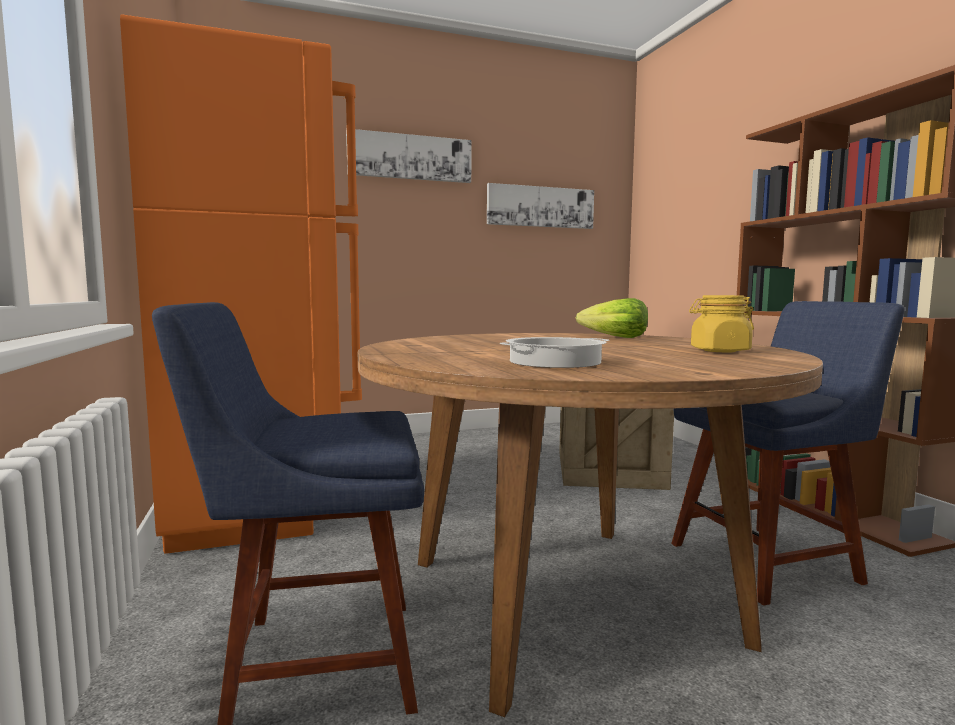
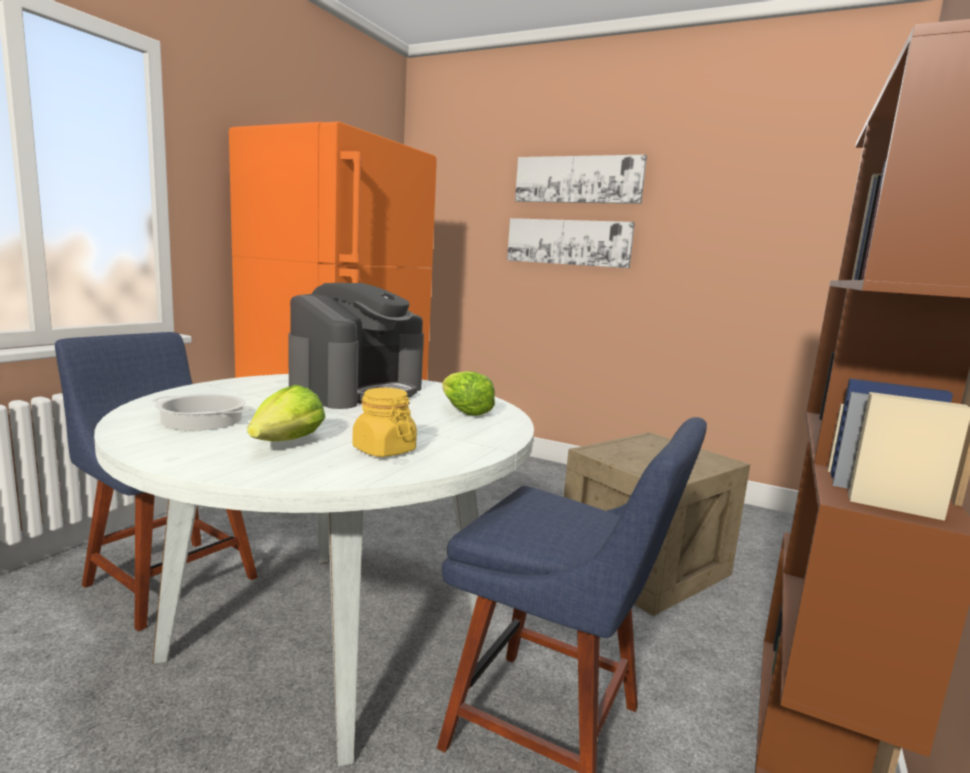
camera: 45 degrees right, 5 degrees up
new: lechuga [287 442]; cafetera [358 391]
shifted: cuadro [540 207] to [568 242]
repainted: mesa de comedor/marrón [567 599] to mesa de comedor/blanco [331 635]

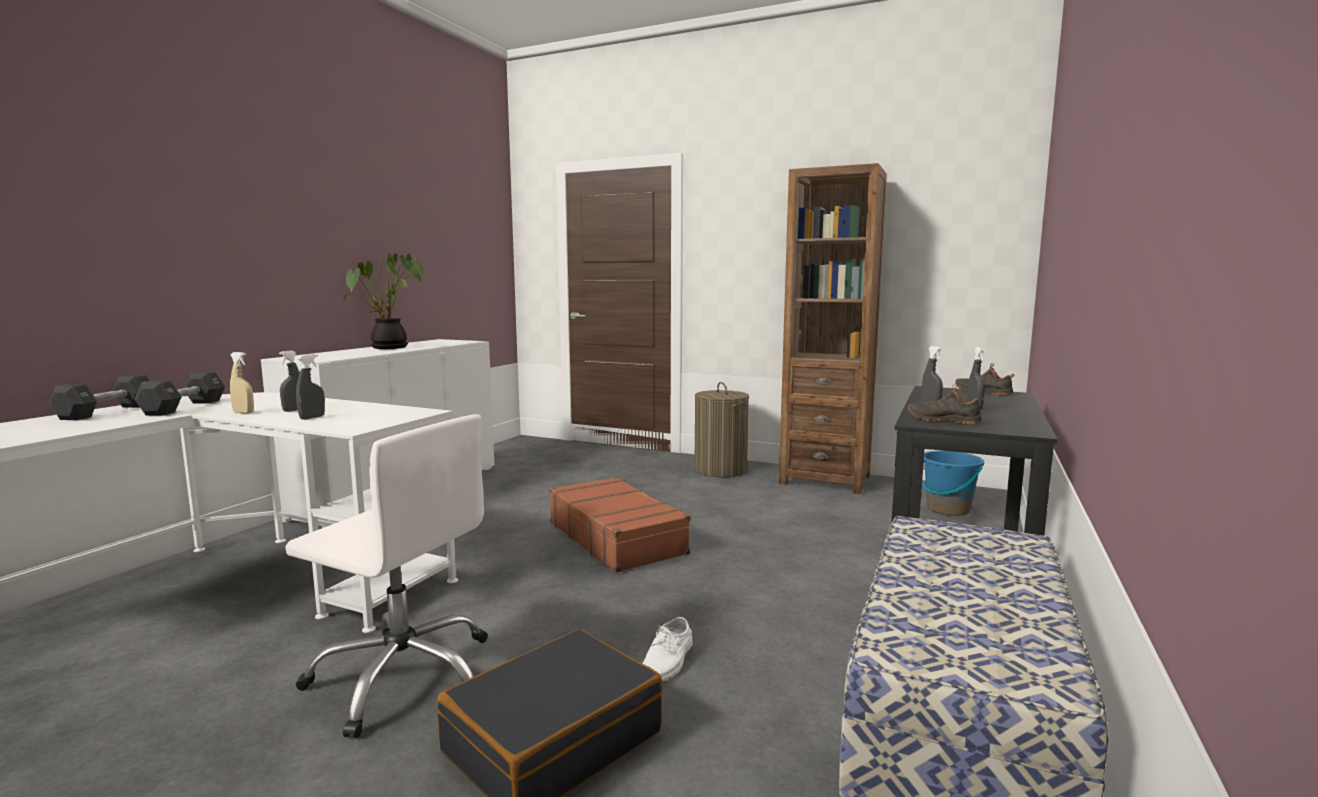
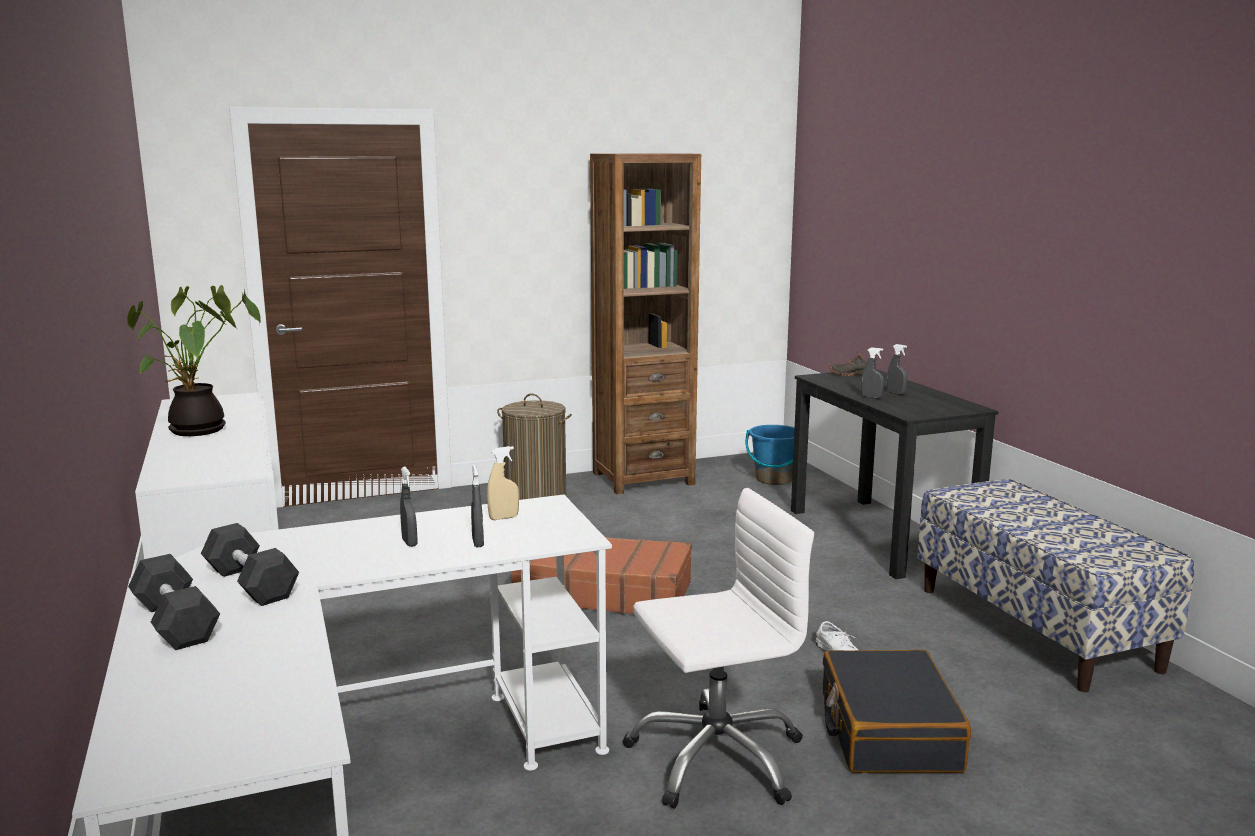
camera: 45 degrees left, 5 degrees up
gone: zapato/negro [943 420]
shifted: pulverizador/beis [243 412] to [503 518]

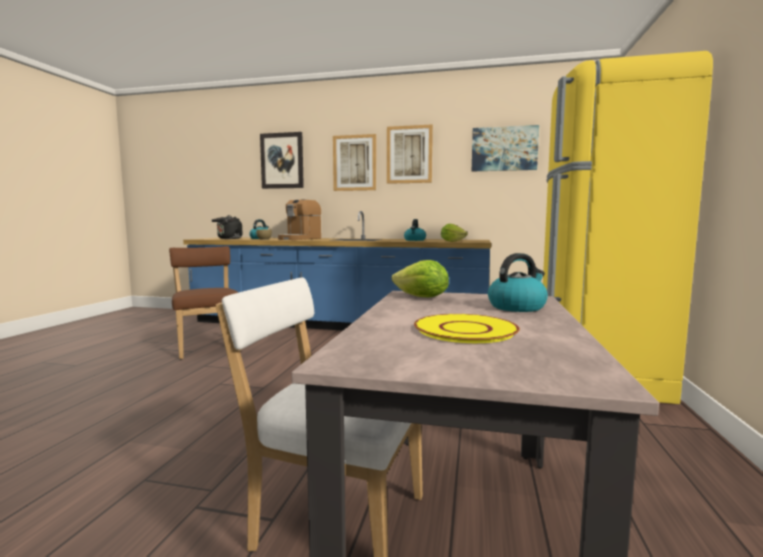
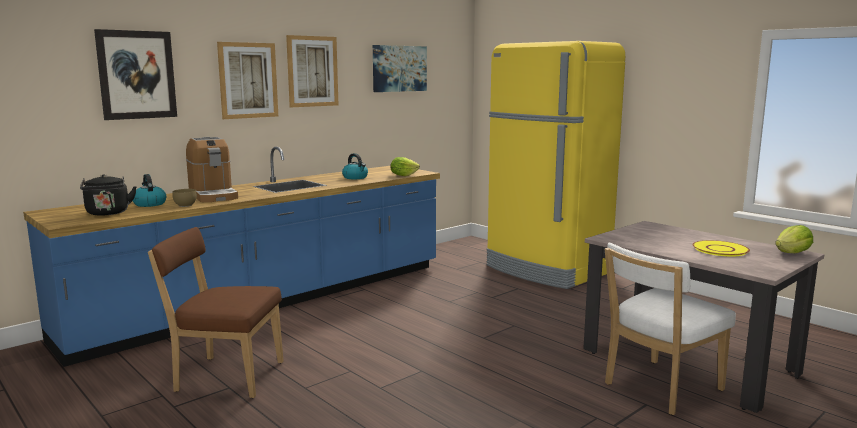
camera: 55 degrees left, 5 degrees up
gone: hervidor [517 307]
shifted: lechuga [422 297] to [793 253]

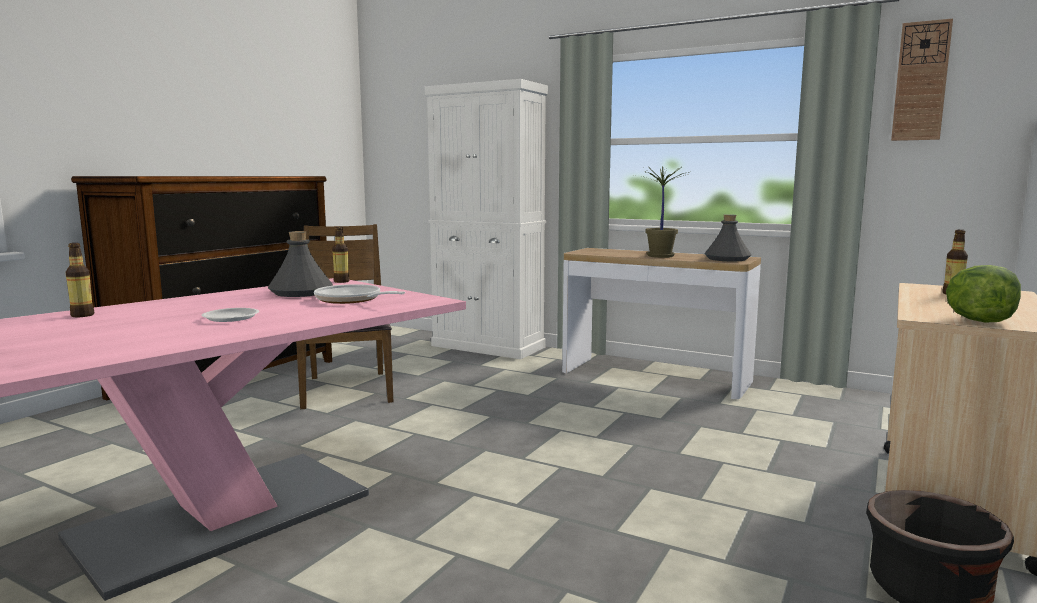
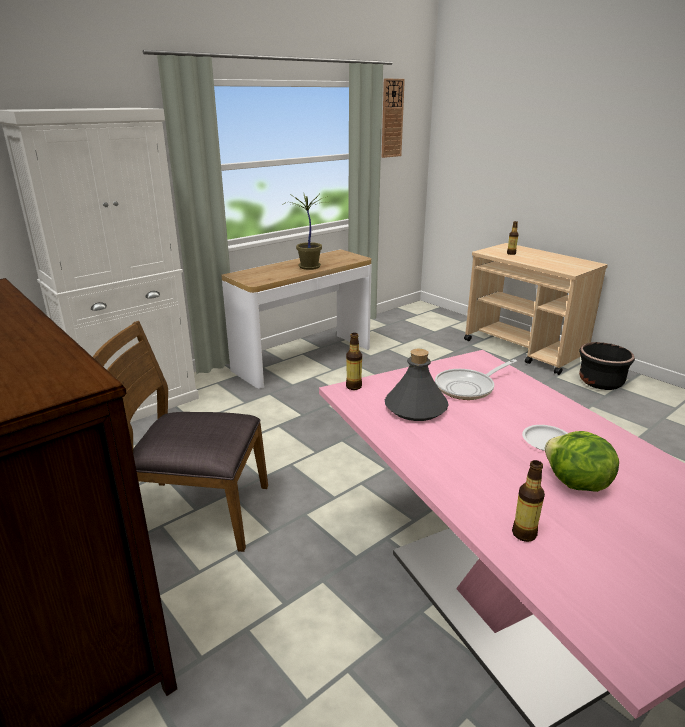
camera: 70 degrees left, 15 degrees up
gone: botella/gris [727 259]
shifted: lechuga [979 321] to [575 483]

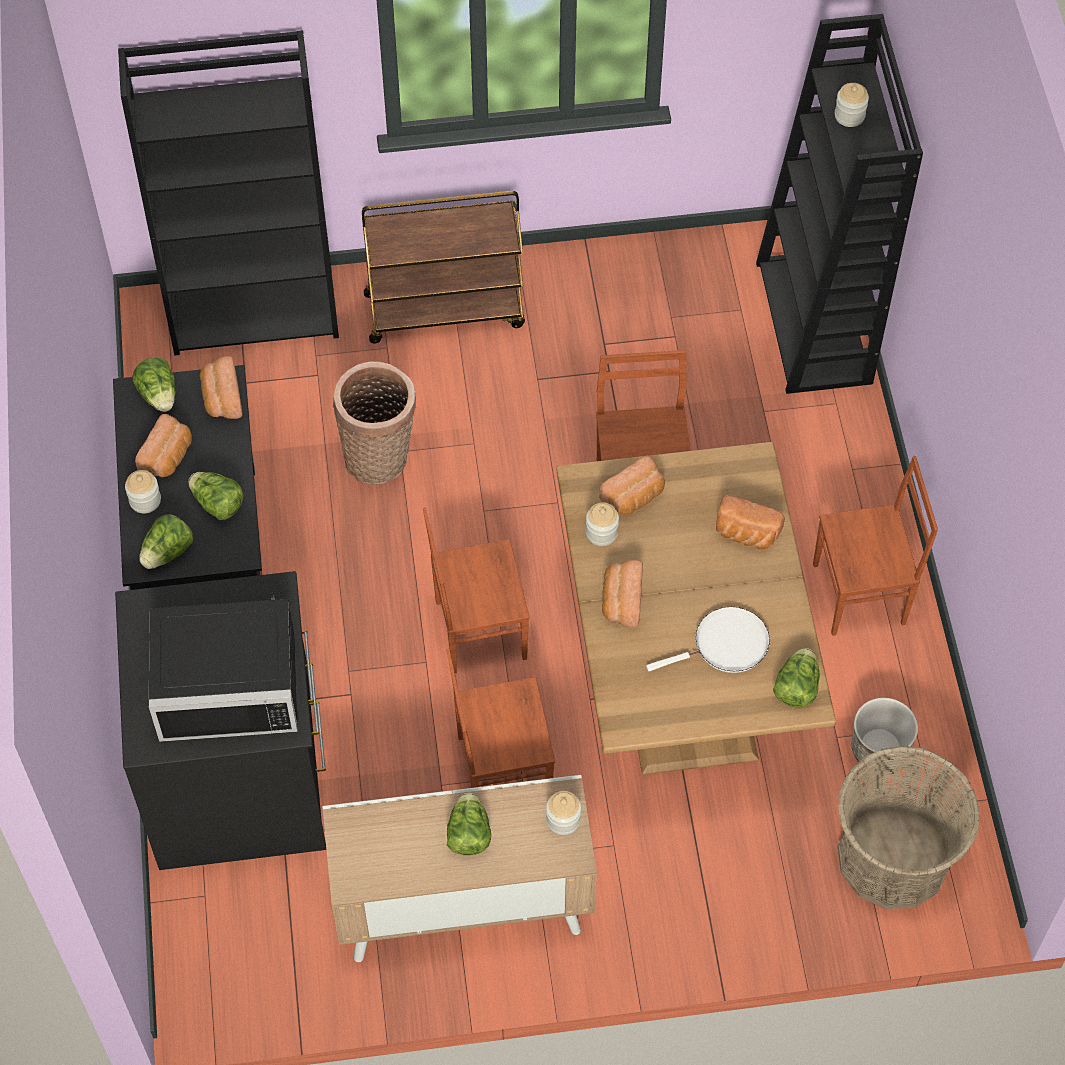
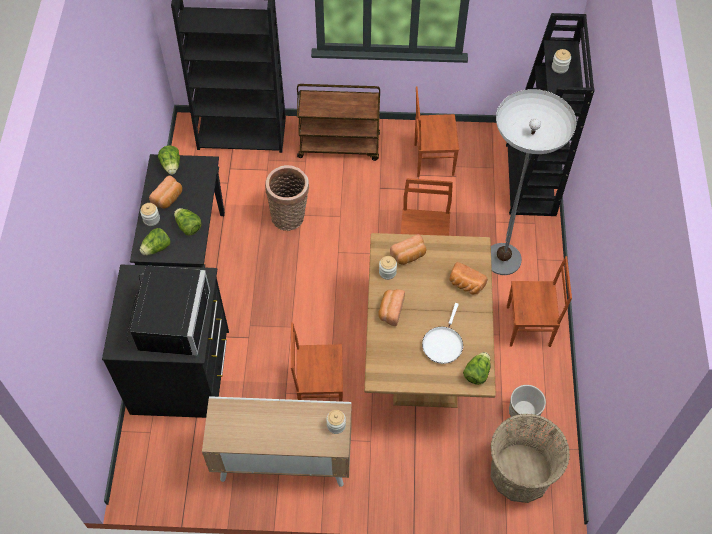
camera: 10 degrees right, 0 degrees up
gone: pan [221 398]; lechuga [468 834]
new: lámpara de pie [502 259]
shifted: silla/marrón [478 629] to [432 159]
rotated: microondas/negro [229 679] = [168 320] 90 degrees counterclockwise; sartén/blanco [726 645] = [443 343] 120 degrees clockwise

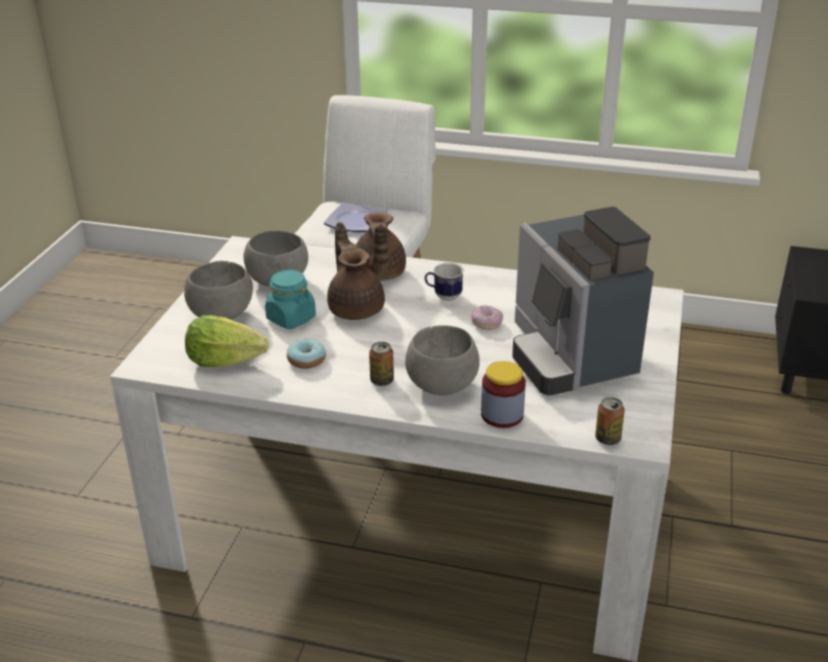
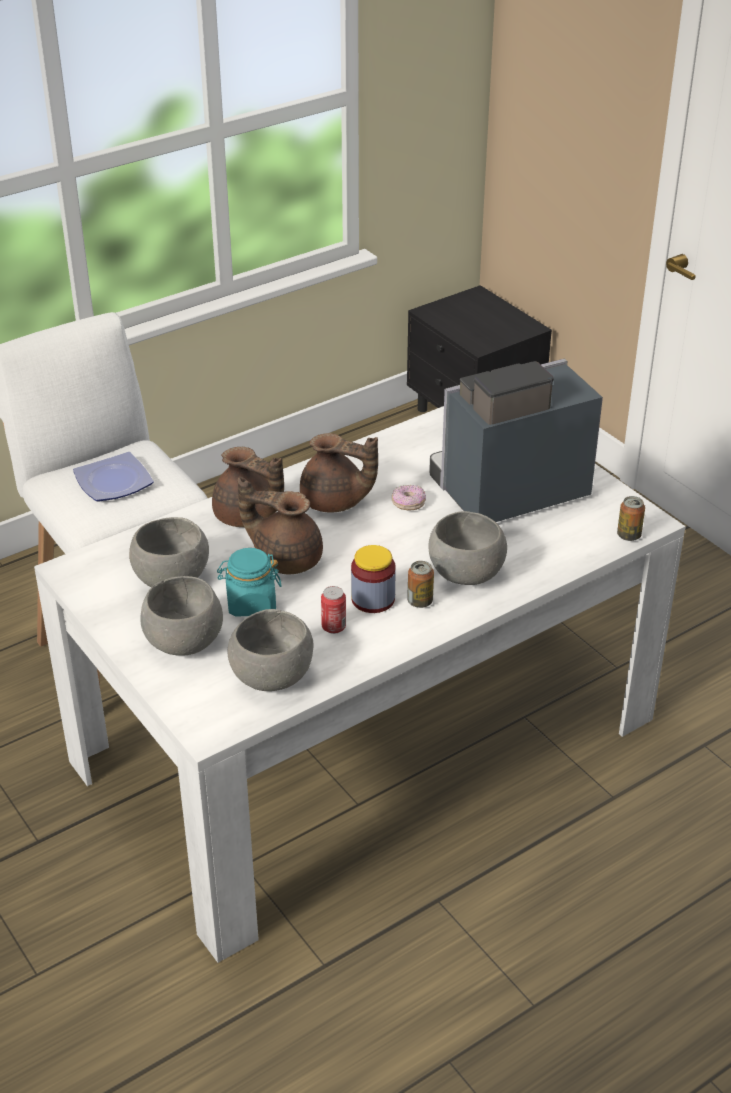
camera: 50 degrees left, 5 degrees up
shifted: tarro [502 415] to [373 599]
swapped: lechuga [224 361] to cuenco/gris [270 676]; rosquilla [306 360] to lata [333 627]; taza grande [443 296] to tetera/marrón [335 502]
rotated: cafetera [569 356] = [505 491] 135 degrees clockwise

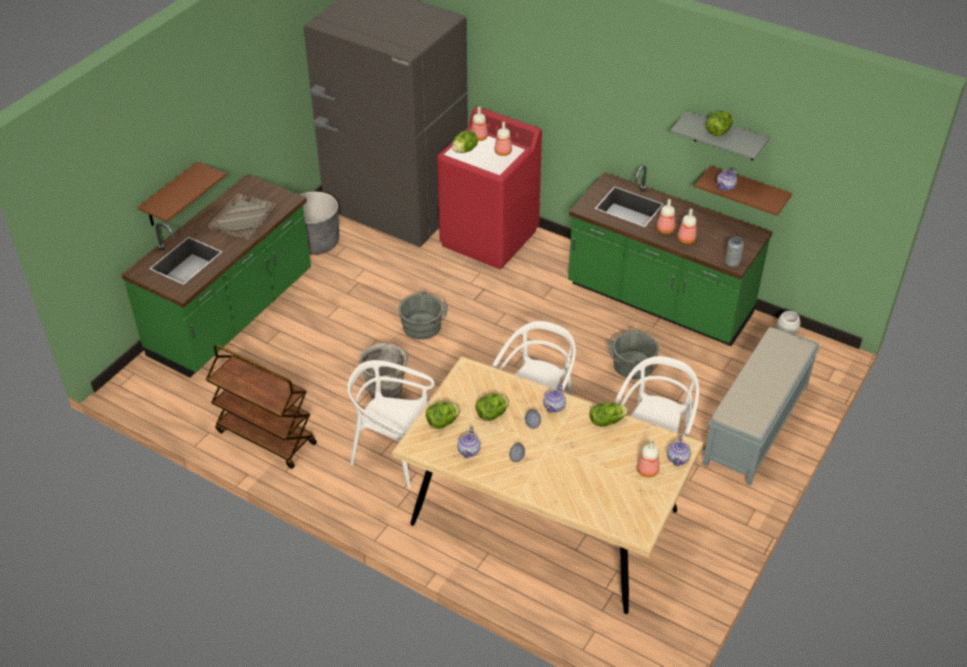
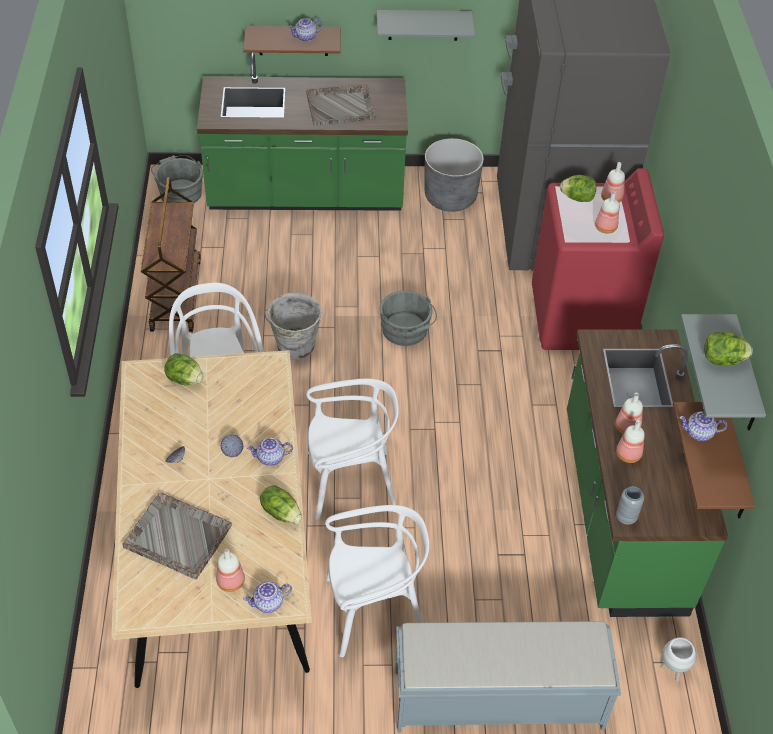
camera: 55 degrees right, 5 degrees up
gone: lechuga [491 414]
new: bandeja/gris [177 536]; estante/gris [423 25]
shifted: tetera [469 450] to [306 37]; cubo/gris [630 365] to [179 192]

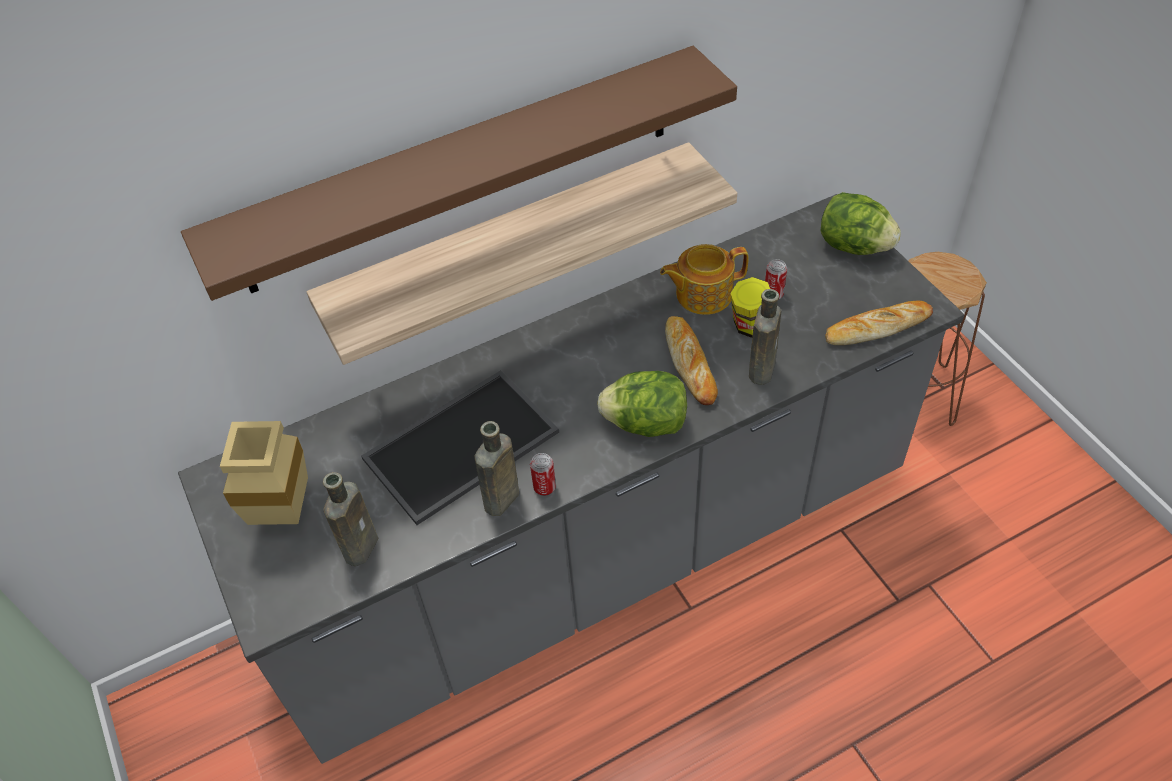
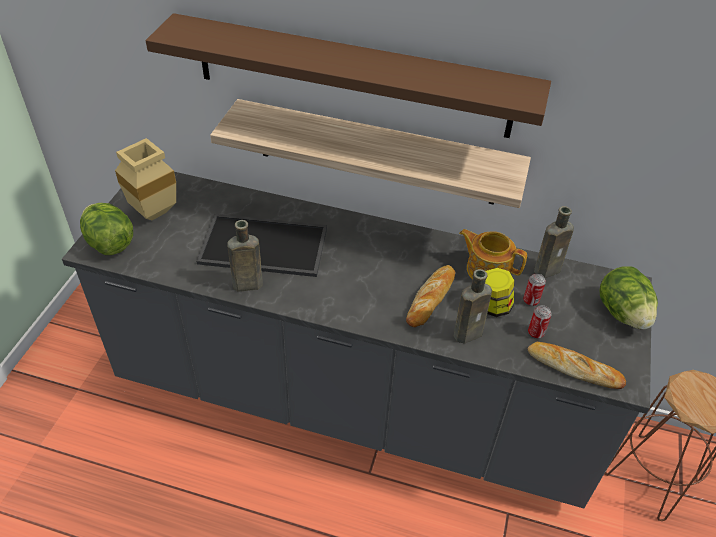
camera: 40 degrees right, 5 degrees down
shifted: botella/marrón [362 544] to [548 269]; lata [544 487] to [536 333]; lechuga [646 423] to [110 243]

